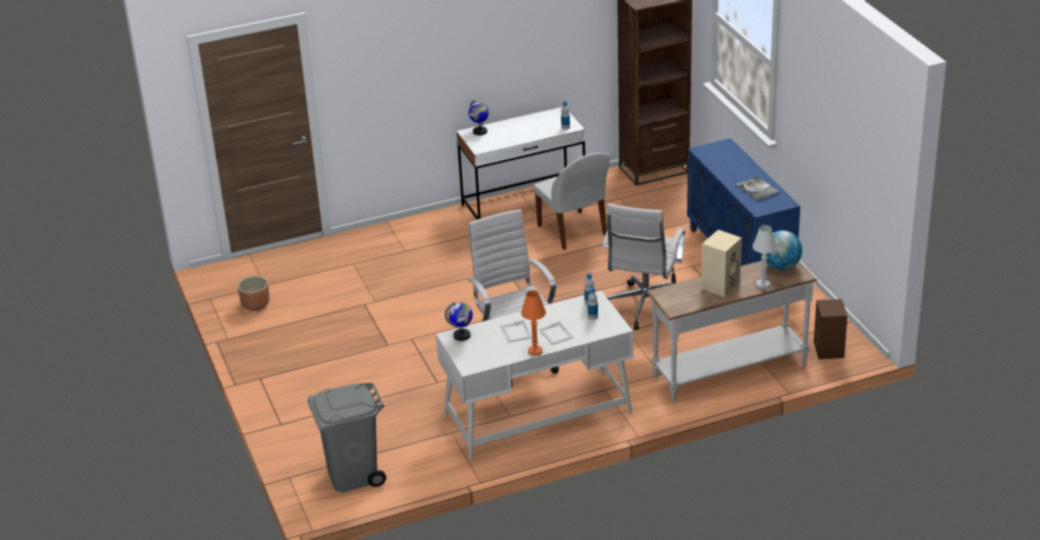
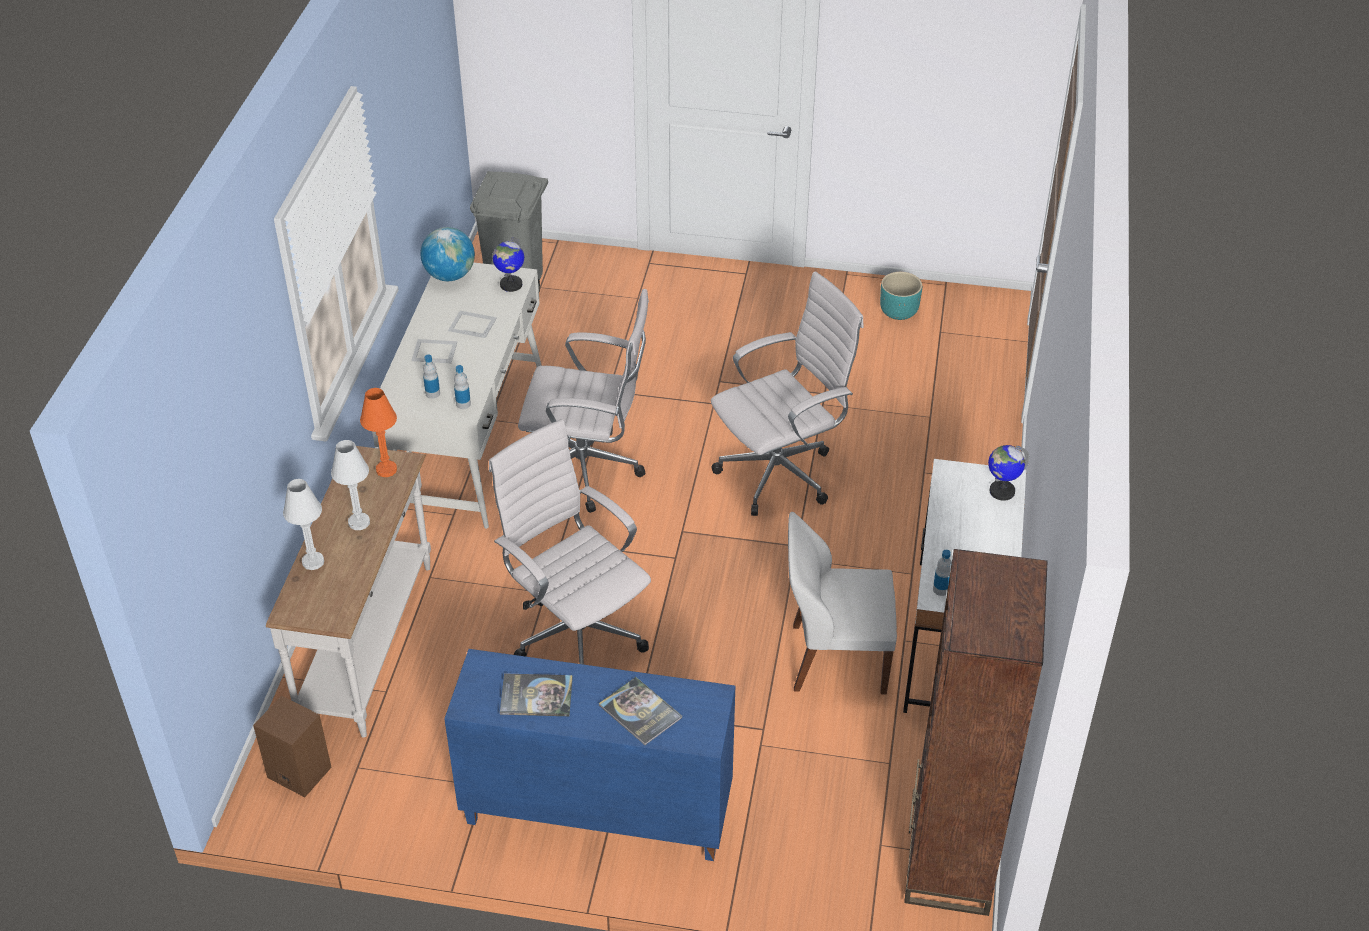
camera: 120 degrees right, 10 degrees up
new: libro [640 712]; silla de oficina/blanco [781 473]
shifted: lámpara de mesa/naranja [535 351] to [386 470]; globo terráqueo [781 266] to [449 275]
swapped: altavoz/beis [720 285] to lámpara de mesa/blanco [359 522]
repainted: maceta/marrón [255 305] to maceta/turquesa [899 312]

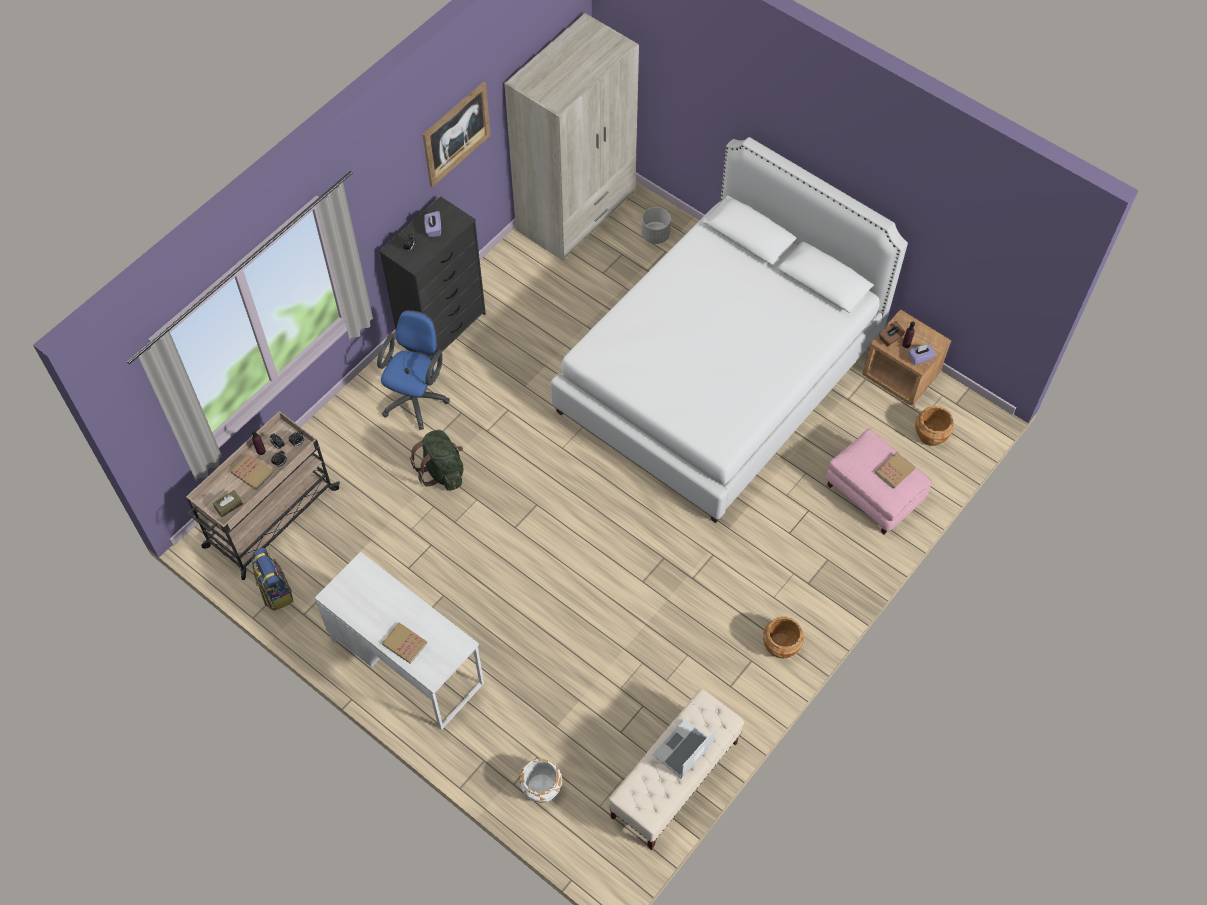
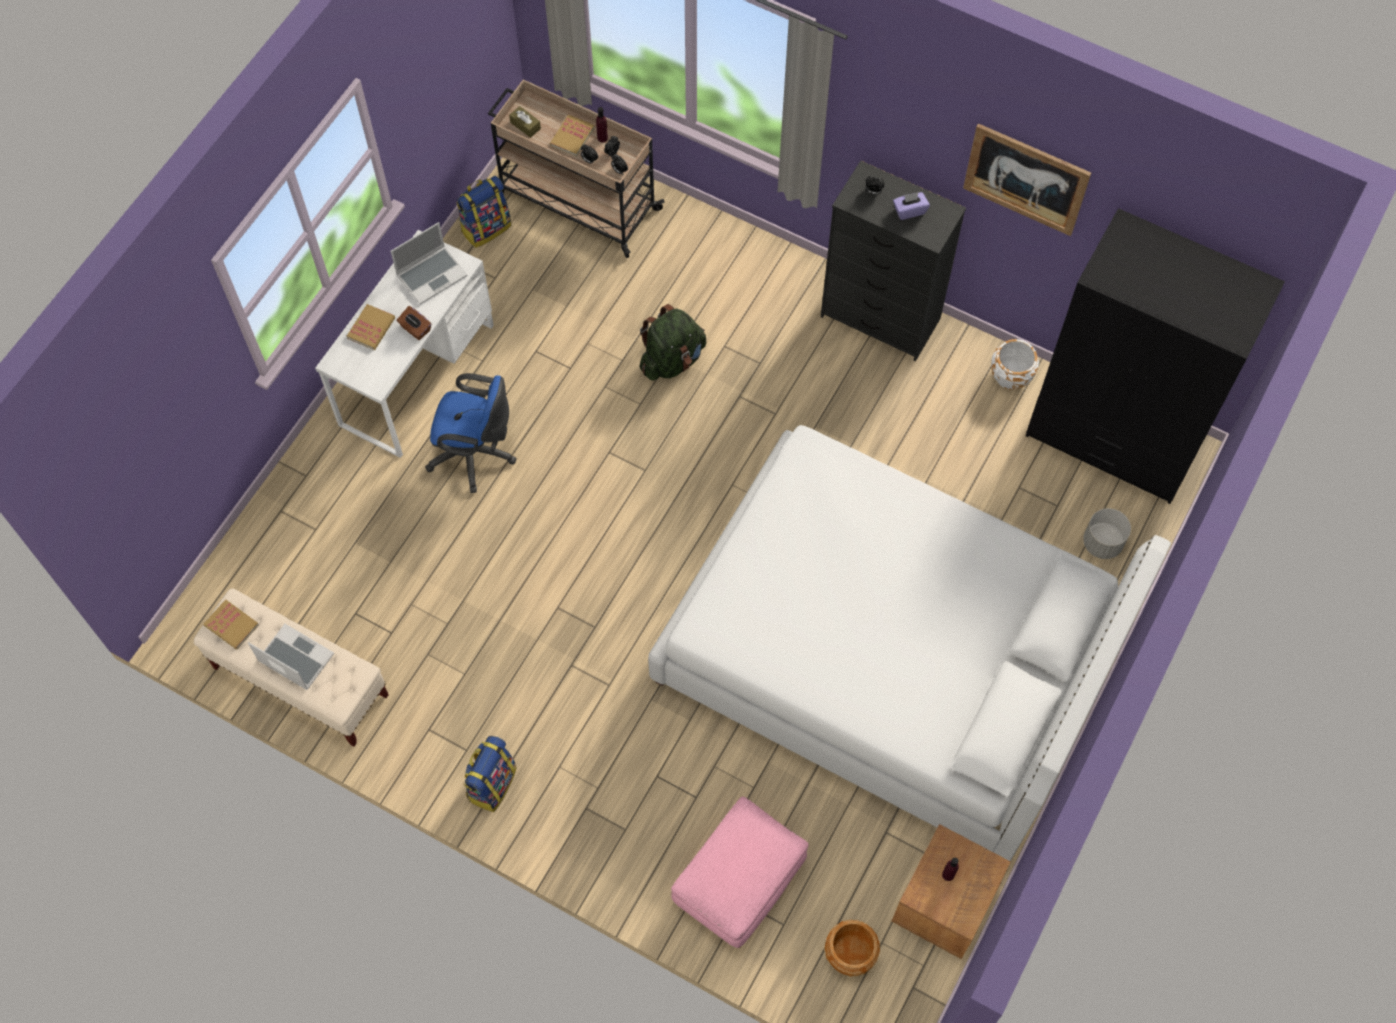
camera: 80 degrees right, 5 degrees up
gone: caja de pañuelos/morado [920 358]
new: portátil [432 275]
shifted: silla de oficina/azul [417 397] to [476 455]; maceta/blanco [541 788] to [1010 376]; libro [894 471] to [231 625]; caja de pañuelos/marrón [890 338] to [415 329]
swapped: maceta/marrón [780 646] to mochila [491 783]
repainted: armario ropero/beis [576 211] to armario ropero/negro [1114 438]

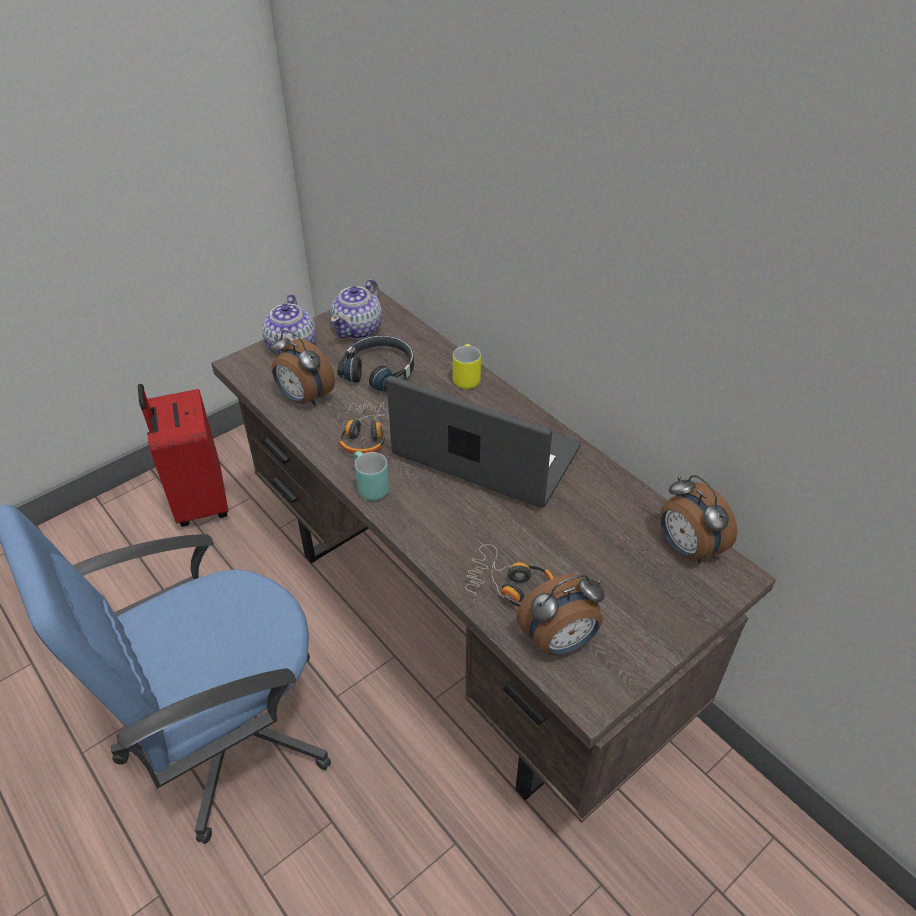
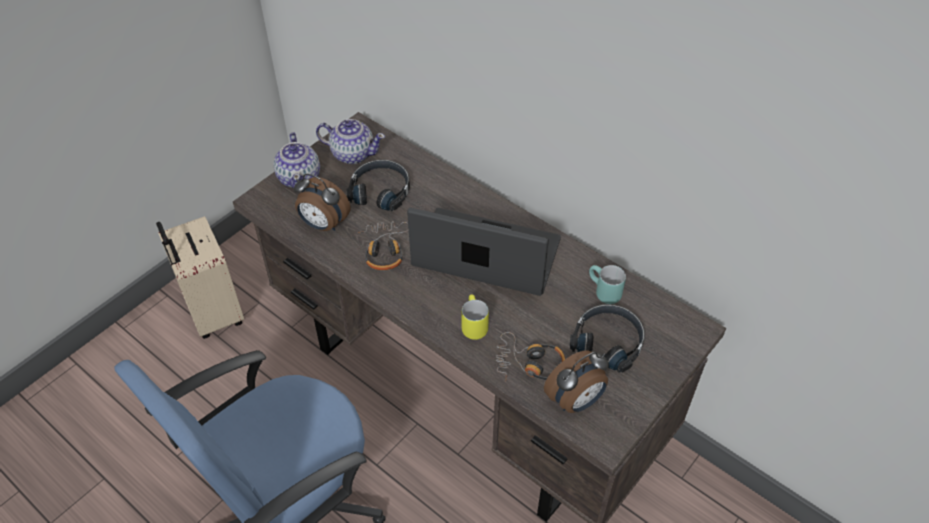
camera: 10 degrees left, 5 degrees up
gone: despertador [686 548]
new: auriculares/negro [608 341]
shifted: taza grande/turquesa [367 487] to [602 293]; taza grande/amarillo [464 377] to [472 325]
repainted: maleta/rojo [199 502] to maleta/beis [213 313]
rotated: tetera [358 329] = [352 153] 90 degrees counterclockwise

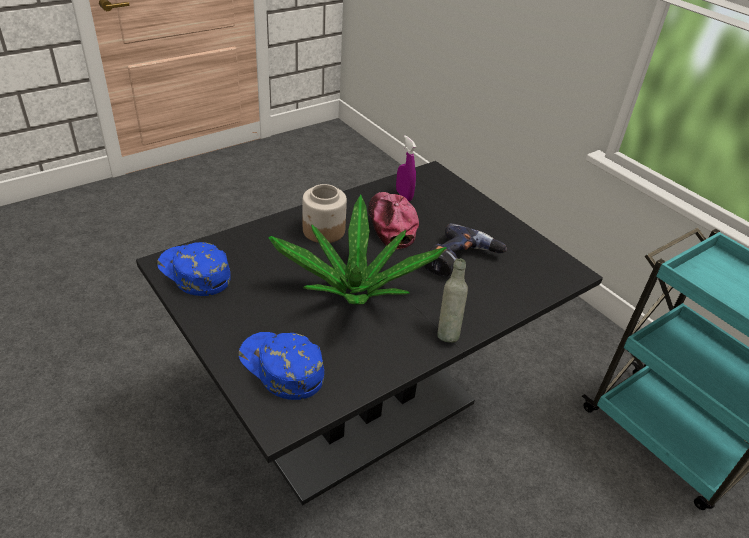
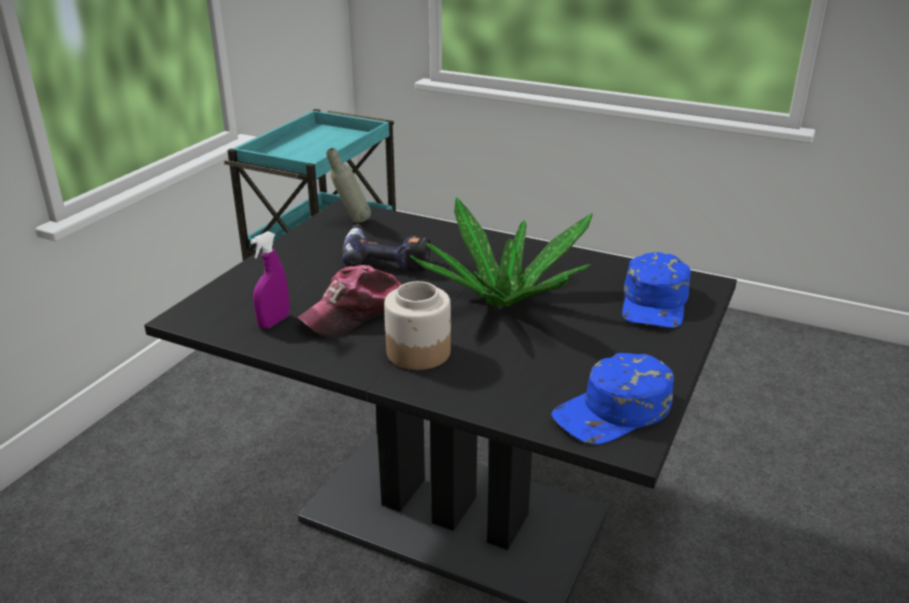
camera: 115 degrees left, 10 degrees down
shifted: botella/gris [447 332] to [351 222]
rotated: gorra/azul [193 272] = [614 411] 45 degrees clockwise

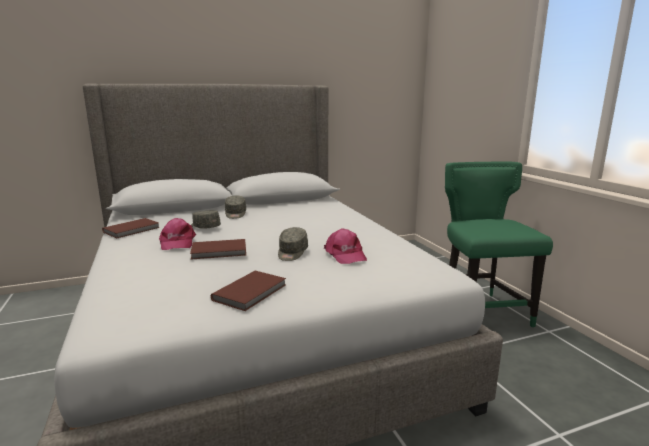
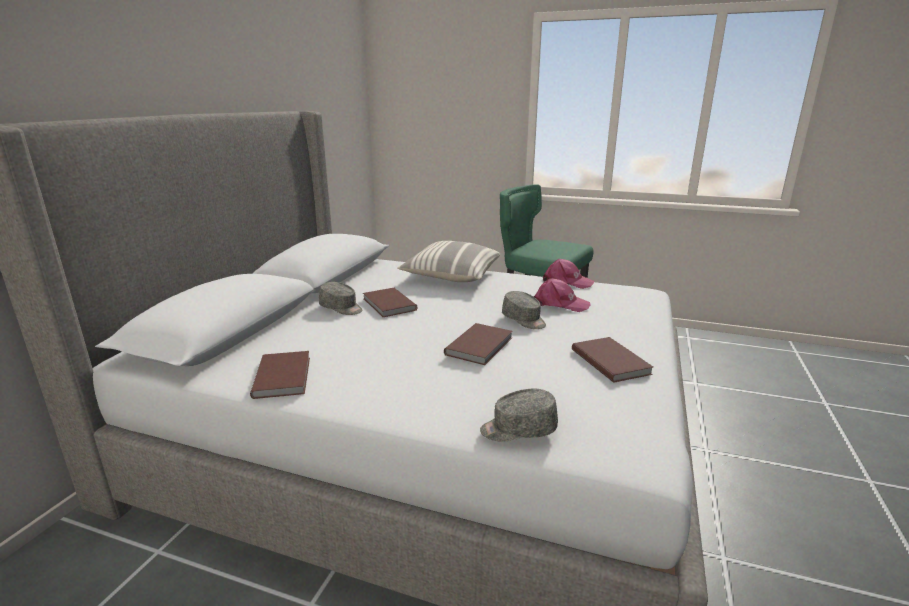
camera: 50 degrees left, 5 degrees up
new: libro/marrón [388 305]; cojín [451 276]
shifted: gorra/rosa [177 242] to [566 282]; gorra/gris [204 227] to [518 429]

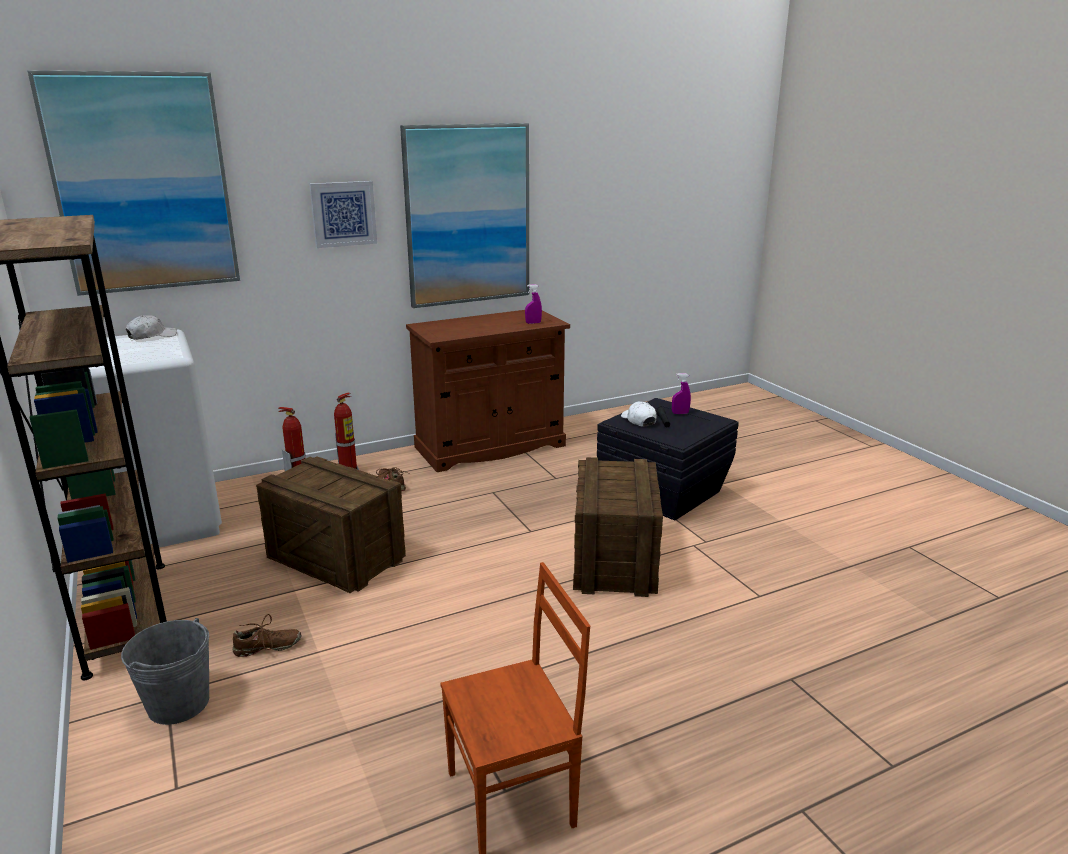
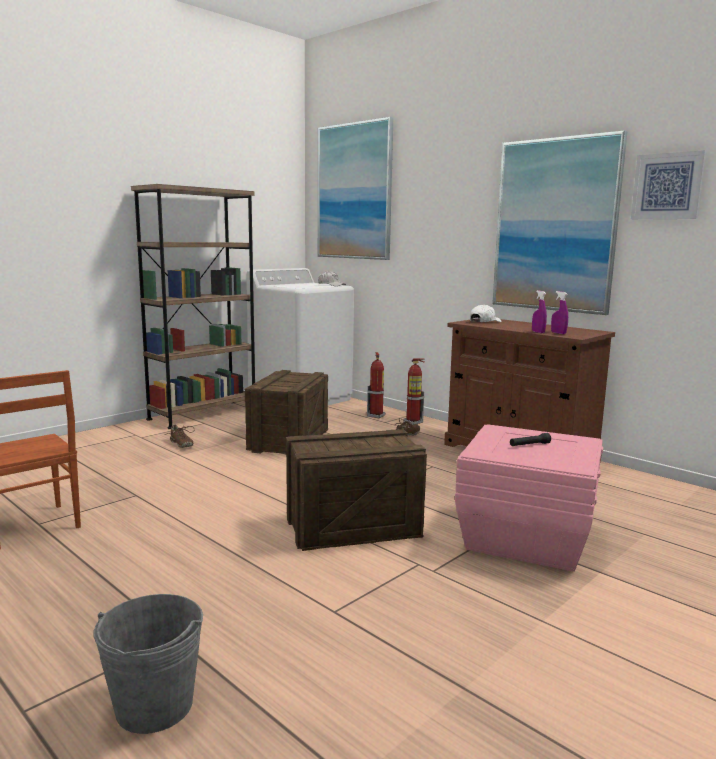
camera: 70 degrees right, 10 degrees down
shifted: cubo/gris [178 704] to [154 706]; cuadro [343 214] to [667 186]; gorra/blanco [638 420] to [484 322]; pulverizador/morado [680 413] to [538 332]
repainted: caja de almacenaje/negro [662 492] to caja de almacenaje/rosa [525 537]

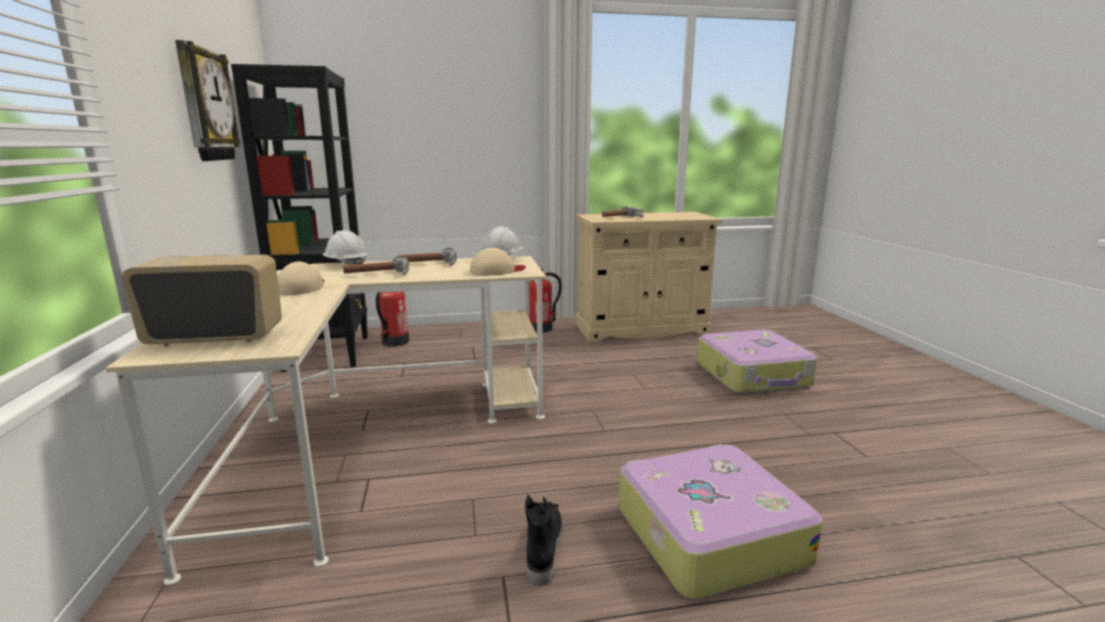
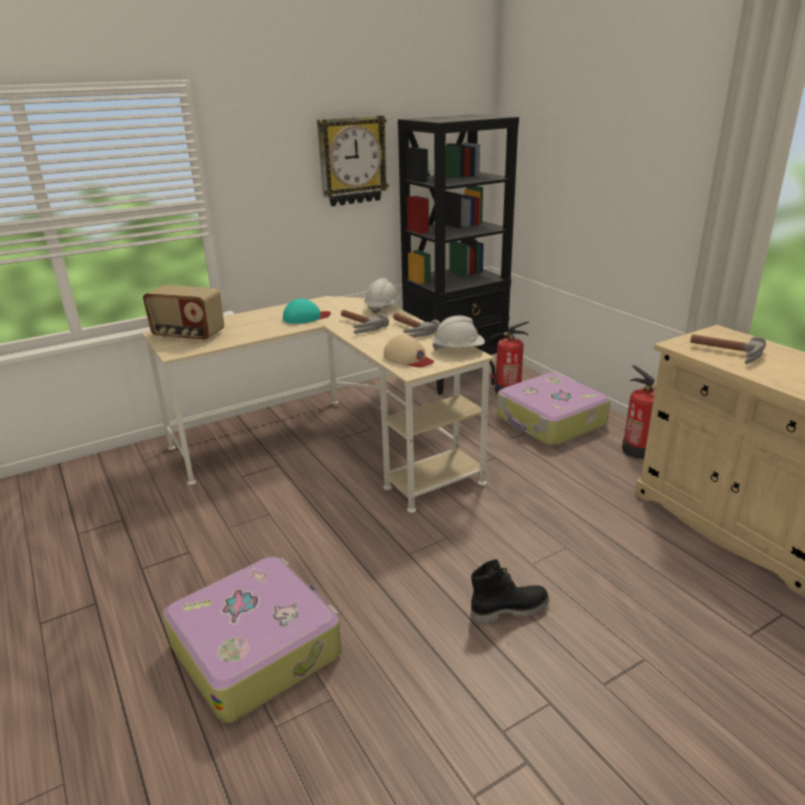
camera: 70 degrees right, 10 degrees up
shifted: bota/negro [542 549] to [508 609]; maleta [753 375] to [550 422]
repainted: gorra/beis [302 287] to gorra/turquesa [306 317]
rotated: radio [216 338] = [188 335] 135 degrees clockwise

